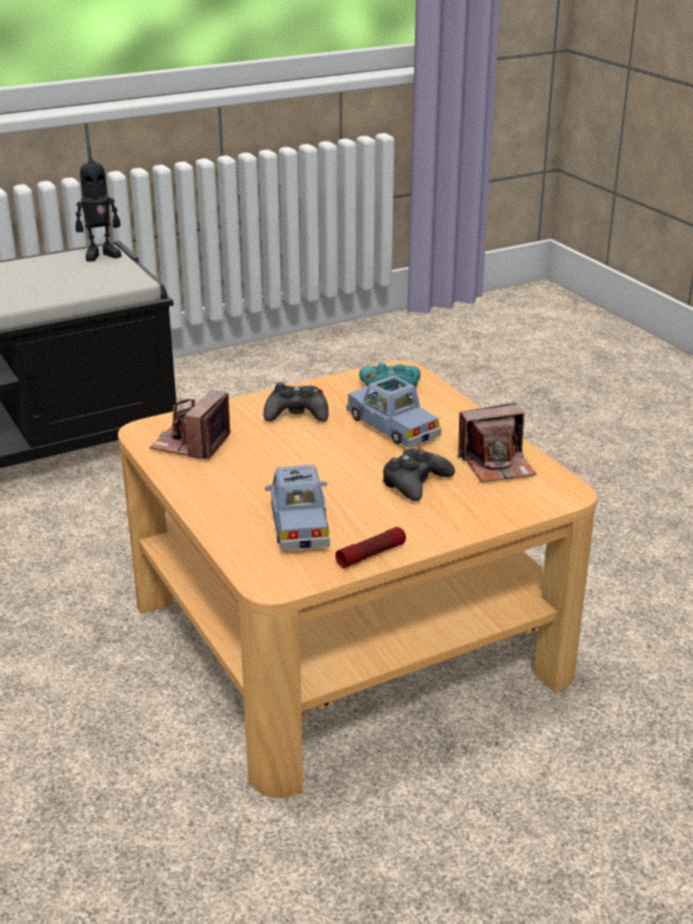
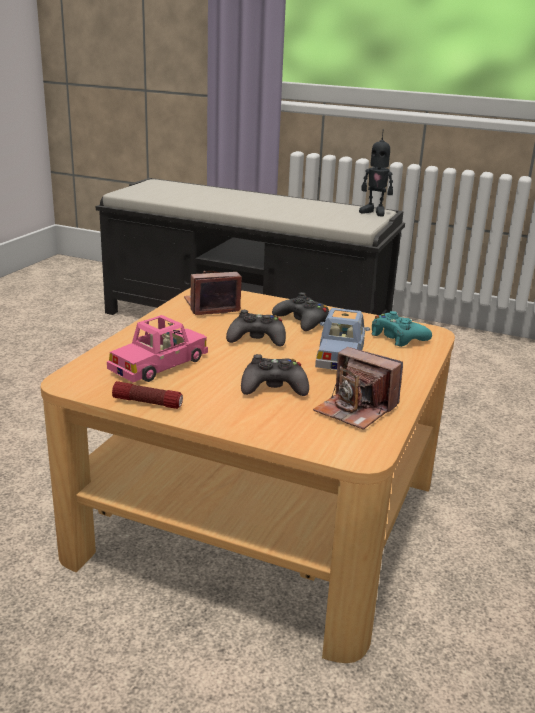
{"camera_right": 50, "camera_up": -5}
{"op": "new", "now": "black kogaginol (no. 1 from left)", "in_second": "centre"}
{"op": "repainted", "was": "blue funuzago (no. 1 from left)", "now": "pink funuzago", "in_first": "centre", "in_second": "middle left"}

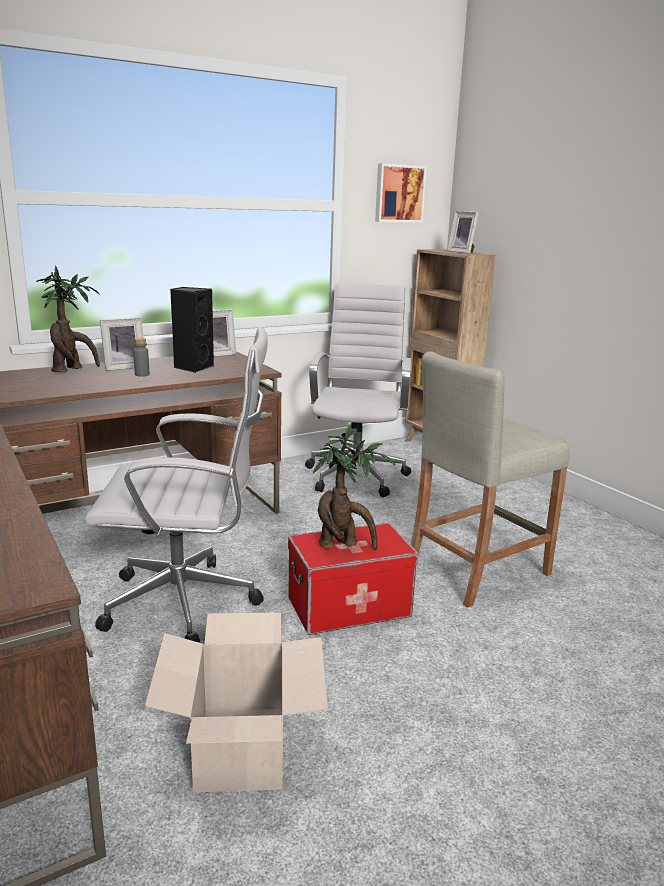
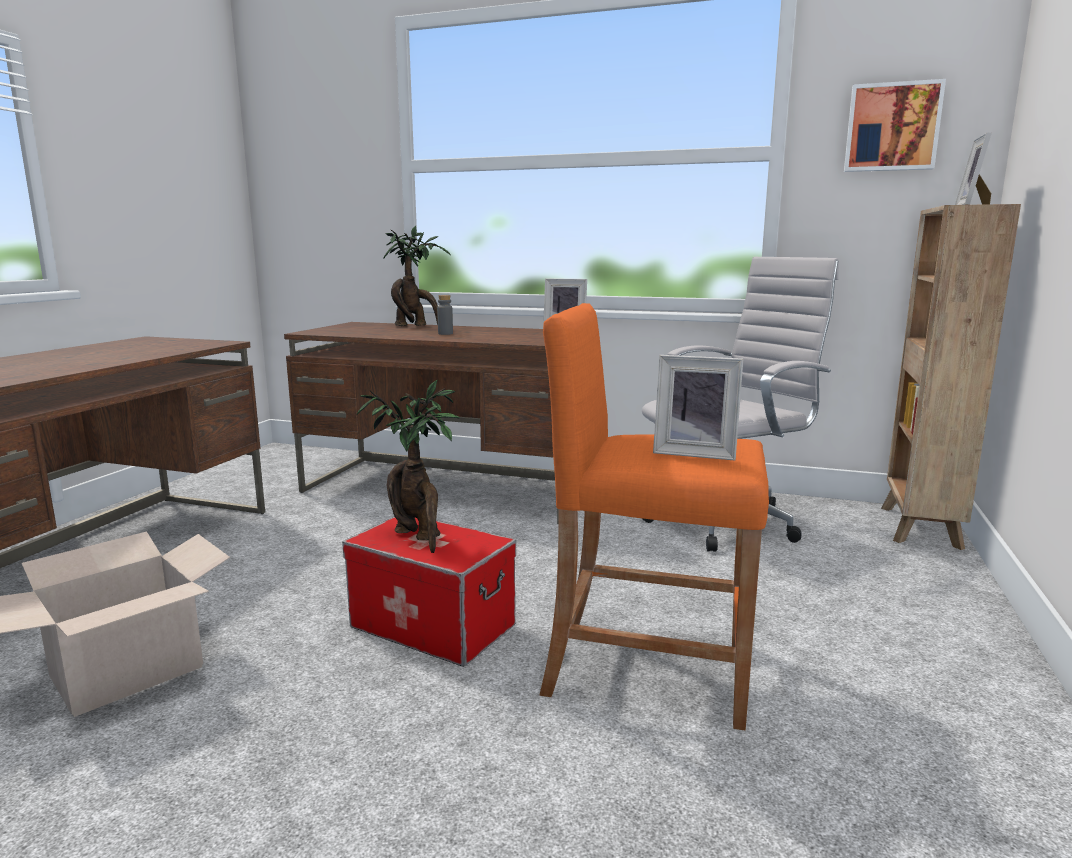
{"camera_right": 50, "camera_up": -5}
{"op": "gone", "was": "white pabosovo (no. 1 from left)", "in_first": "middle left"}
{"op": "gone", "was": "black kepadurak", "in_first": "middle left"}
{"op": "shifted", "was": "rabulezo (no. 1 from left in the first image)", "now": "rabulezo (no. 2 from left)", "in_first": "middle left", "in_second": "centre"}
{"op": "repainted", "was": "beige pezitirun", "now": "orange pezitirun", "in_first": "middle right", "in_second": "centre"}

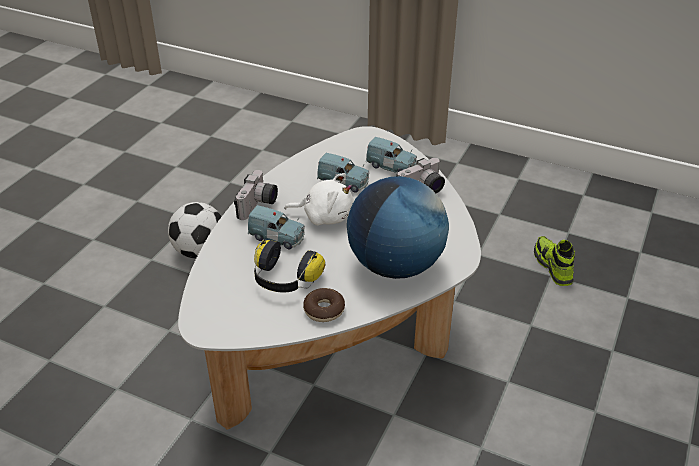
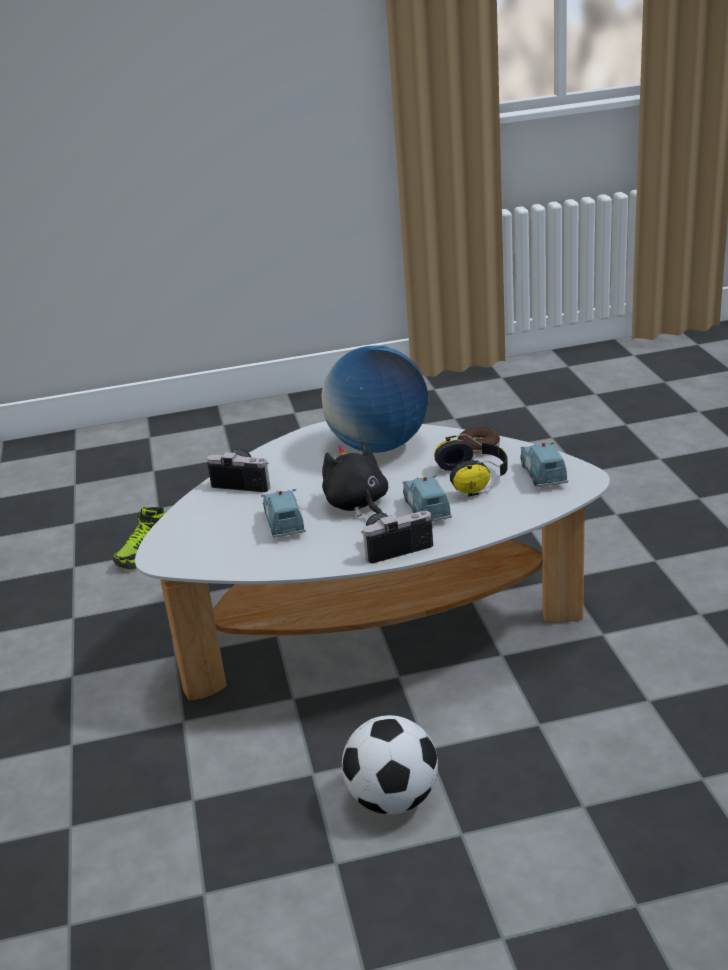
{"camera_right": -125, "camera_up": -10}
{"op": "shifted", "was": "blue funuzago (no. 3 from left)", "in_first": "top centre", "in_second": "middle right"}
{"op": "repainted", "was": "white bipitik", "now": "black bipitik", "in_first": "centre", "in_second": "centre"}

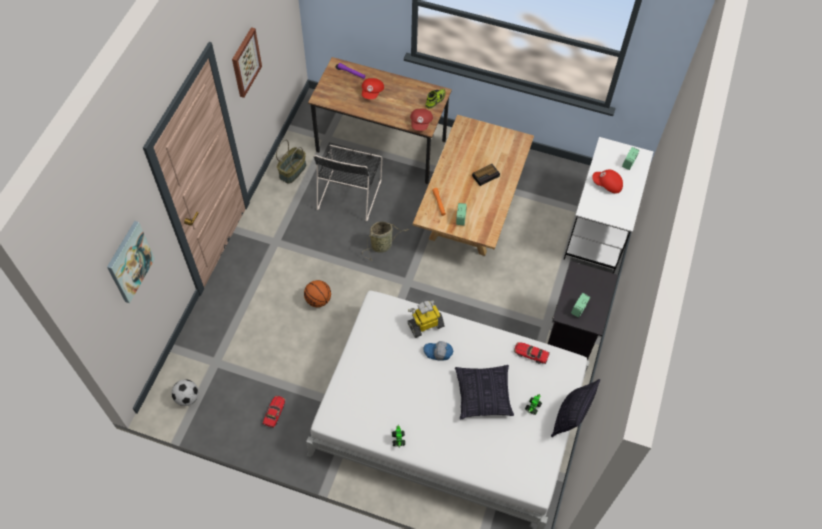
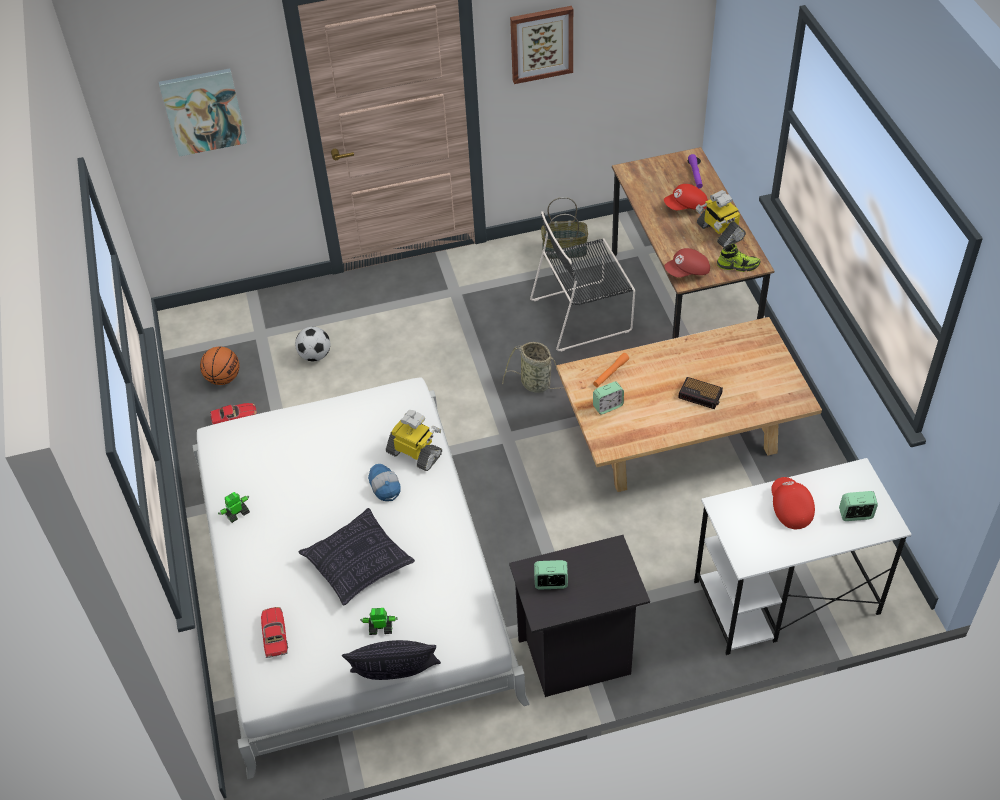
{"camera_right": 60, "camera_up": -10}
{"op": "new", "now": "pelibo (no. 4 from left)", "in_second": "top right"}
{"op": "shifted", "was": "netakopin", "in_first": "bottom left", "in_second": "middle left"}
{"op": "shifted", "was": "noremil", "in_first": "centre", "in_second": "middle left"}
{"op": "shifted", "was": "funuzago (no. 2 from left)", "in_first": "bottom centre", "in_second": "bottom left"}

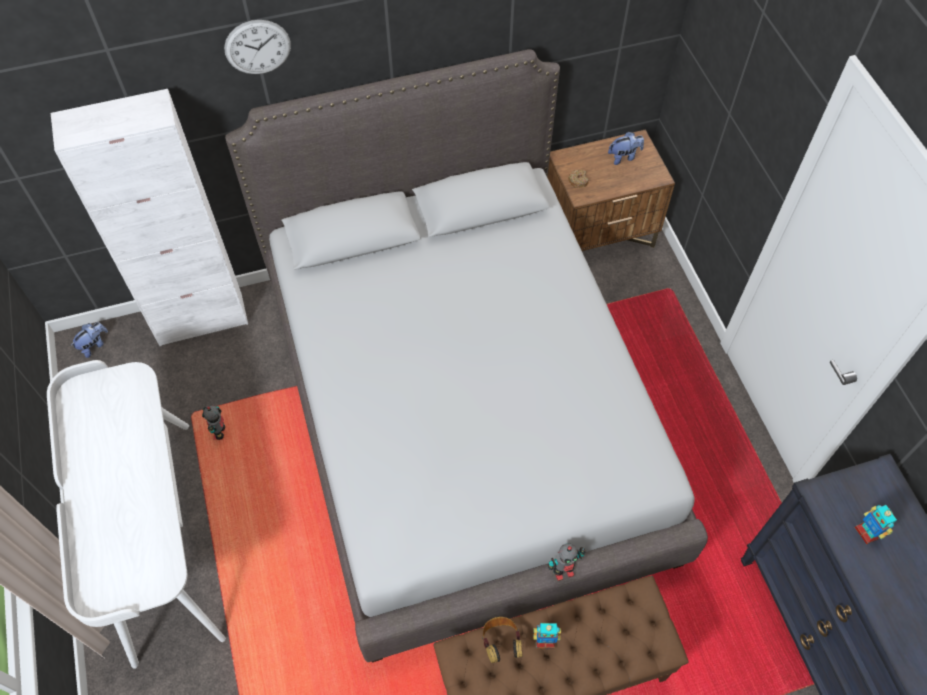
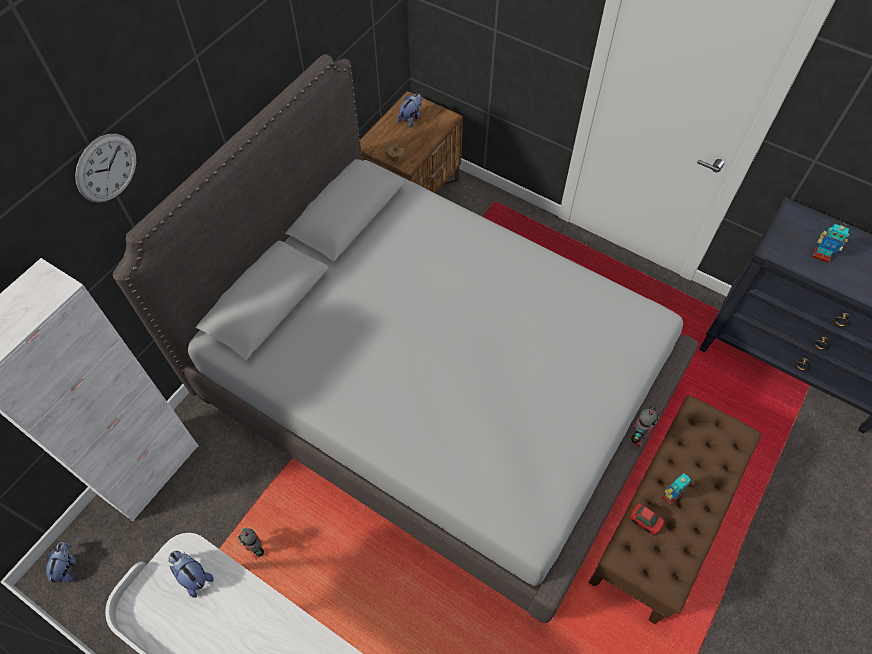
{"camera_right": -40, "camera_up": 0}
{"op": "new", "now": "bipitik (no. 2 from left)", "in_second": "bottom left"}
{"op": "swapped", "was": "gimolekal", "now": "funuzago", "in_first": "bottom centre", "in_second": "bottom right"}

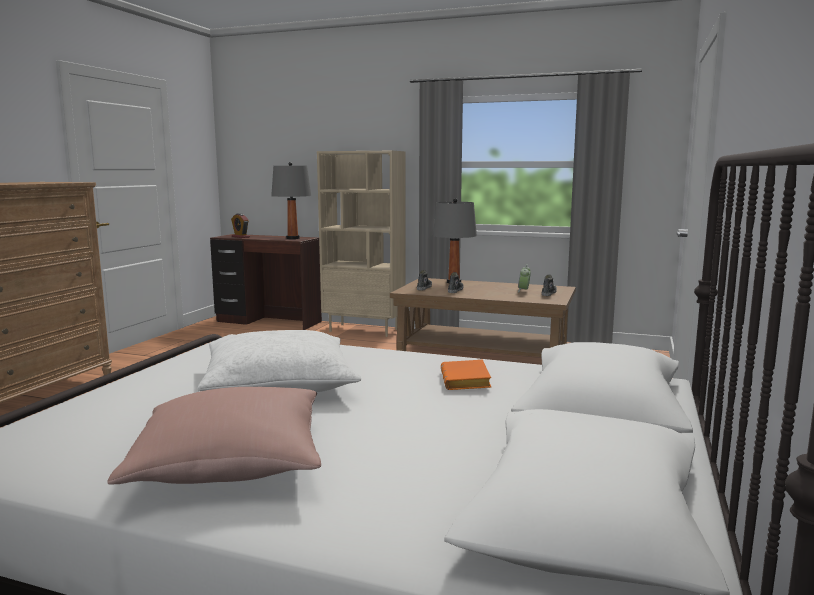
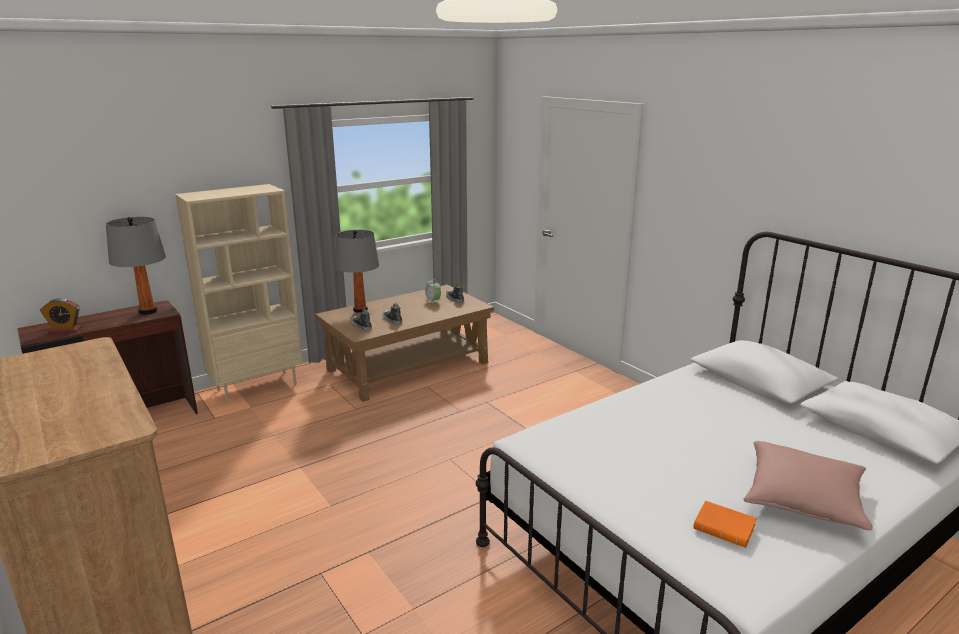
{"camera_right": -55, "camera_up": 10}
{"op": "gone", "was": "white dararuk", "in_first": "centre"}
{"op": "shifted", "was": "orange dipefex", "in_first": "centre", "in_second": "bottom right"}

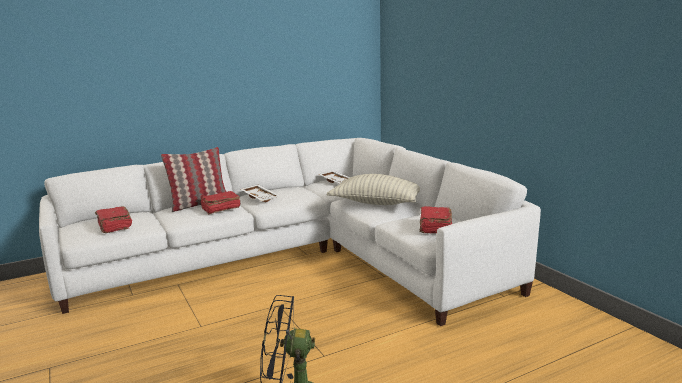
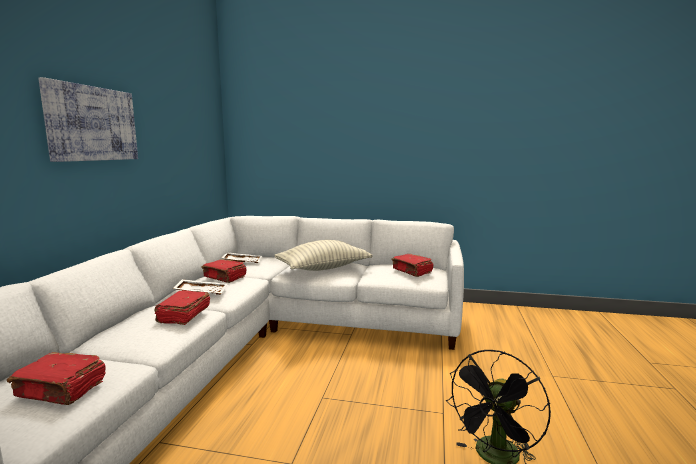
{"camera_right": -50, "camera_up": -5}
{"op": "gone", "was": "dararuk (no. 1 from left)", "in_first": "middle left"}
{"op": "new", "now": "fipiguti", "in_second": "top left"}
{"op": "new", "now": "red dipefex (no. 3 from left)", "in_second": "middle left"}

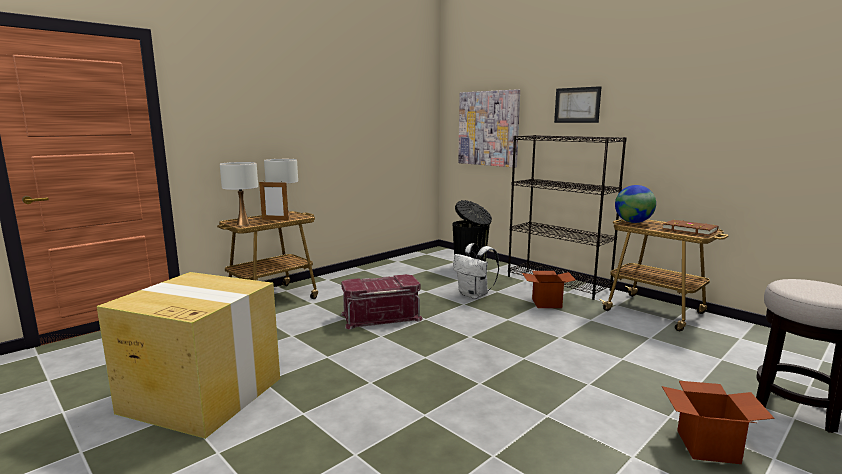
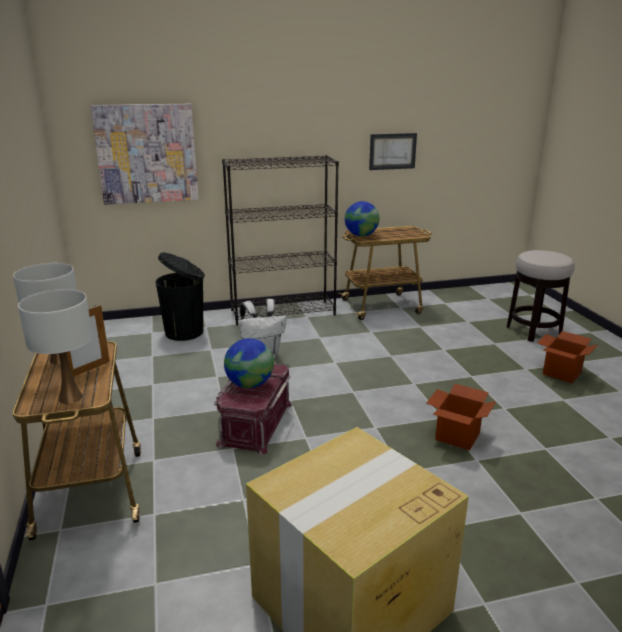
{"camera_right": -60, "camera_up": 10}
{"op": "gone", "was": "brown dipefex", "in_first": "middle right"}
{"op": "new", "now": "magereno (no. 1 from left)", "in_second": "centre"}
{"op": "shifted", "was": "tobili (no. 2 from left)", "in_first": "centre", "in_second": "middle right"}
{"op": "shifted", "was": "fipiguti (no. 2 from left)", "in_first": "top right", "in_second": "top centre"}

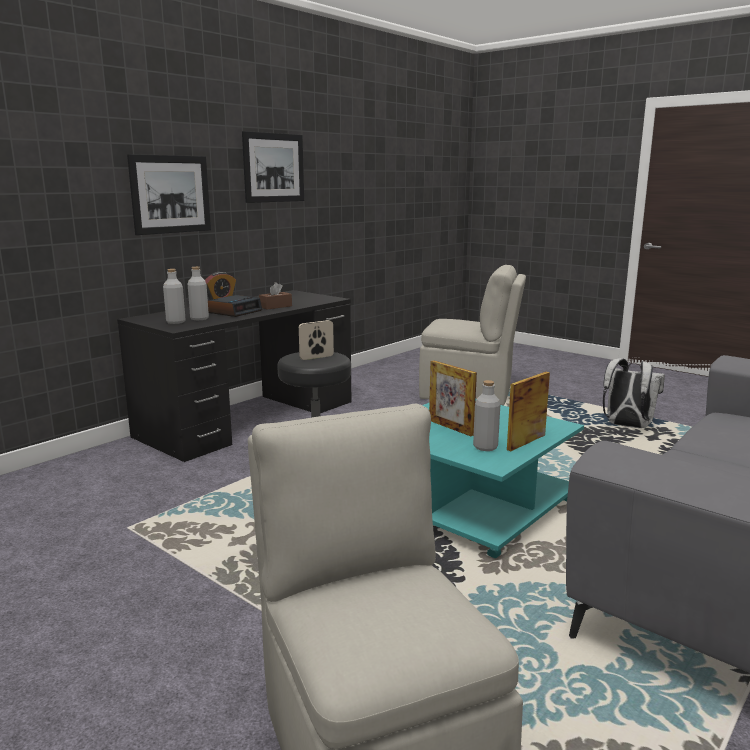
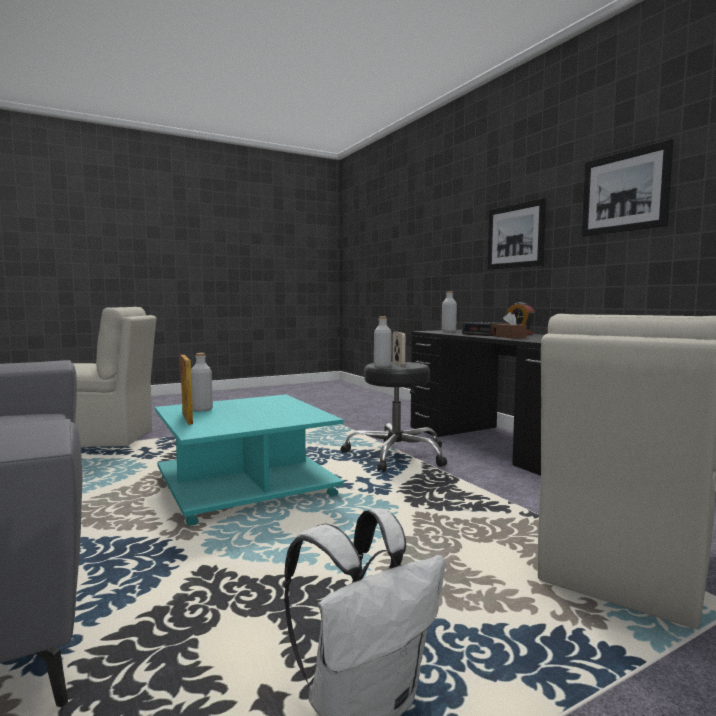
{"camera_right": 110, "camera_up": -10}
{"op": "gone", "was": "rabulezo (no. 2 from left)", "in_first": "centre"}
{"op": "shifted", "was": "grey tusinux (no. 2 from left)", "in_first": "middle left", "in_second": "centre"}

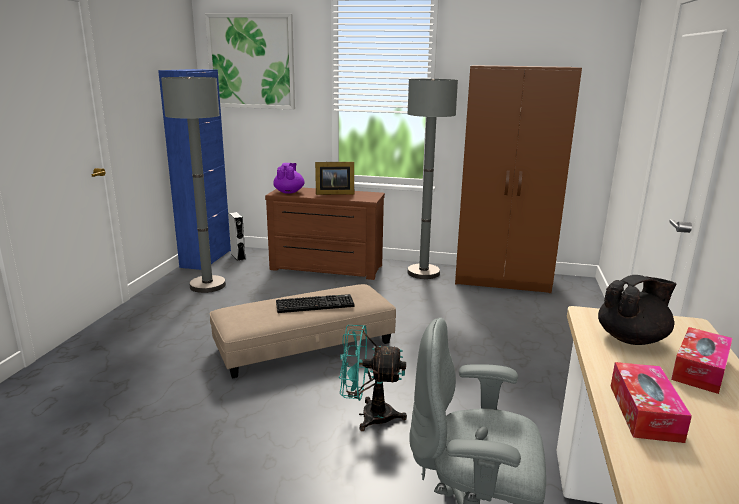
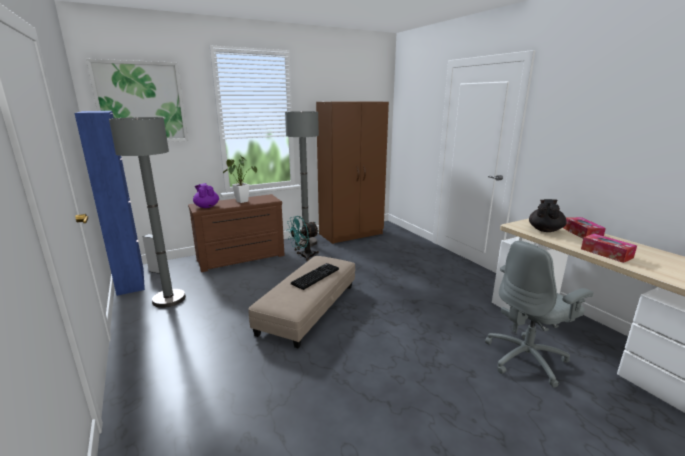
{"camera_right": -40, "camera_up": 0}
{"op": "shifted", "was": "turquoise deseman", "in_first": "bottom centre", "in_second": "centre"}
{"op": "swapped", "was": "rabulezo", "now": "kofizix", "in_first": "centre", "in_second": "centre"}

